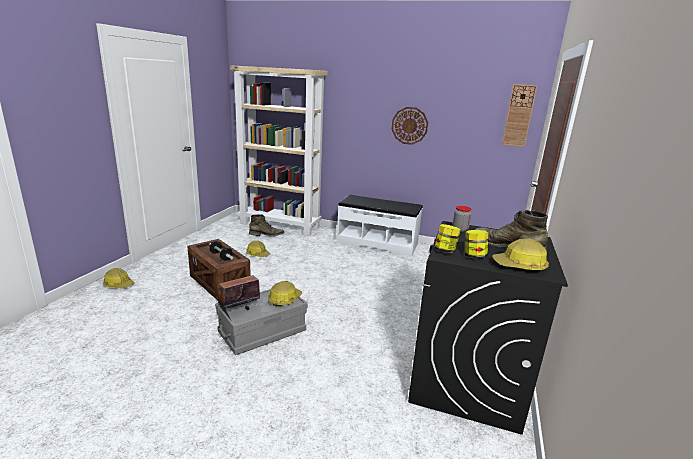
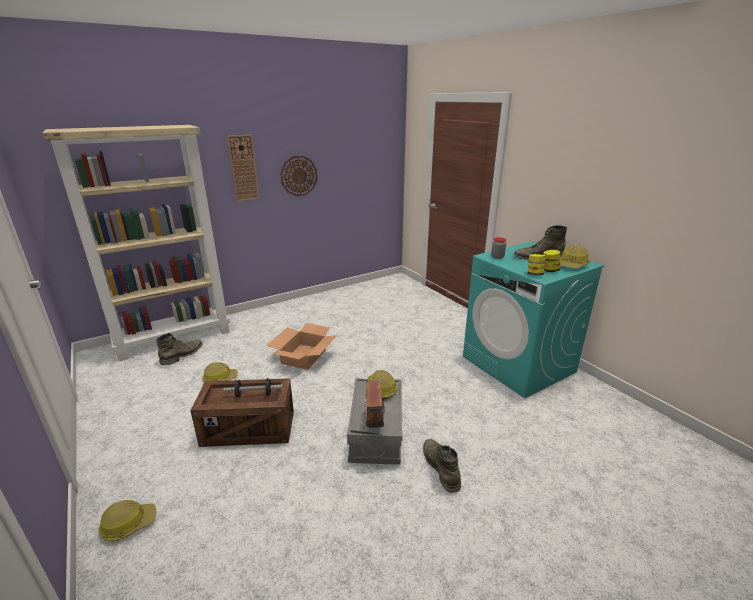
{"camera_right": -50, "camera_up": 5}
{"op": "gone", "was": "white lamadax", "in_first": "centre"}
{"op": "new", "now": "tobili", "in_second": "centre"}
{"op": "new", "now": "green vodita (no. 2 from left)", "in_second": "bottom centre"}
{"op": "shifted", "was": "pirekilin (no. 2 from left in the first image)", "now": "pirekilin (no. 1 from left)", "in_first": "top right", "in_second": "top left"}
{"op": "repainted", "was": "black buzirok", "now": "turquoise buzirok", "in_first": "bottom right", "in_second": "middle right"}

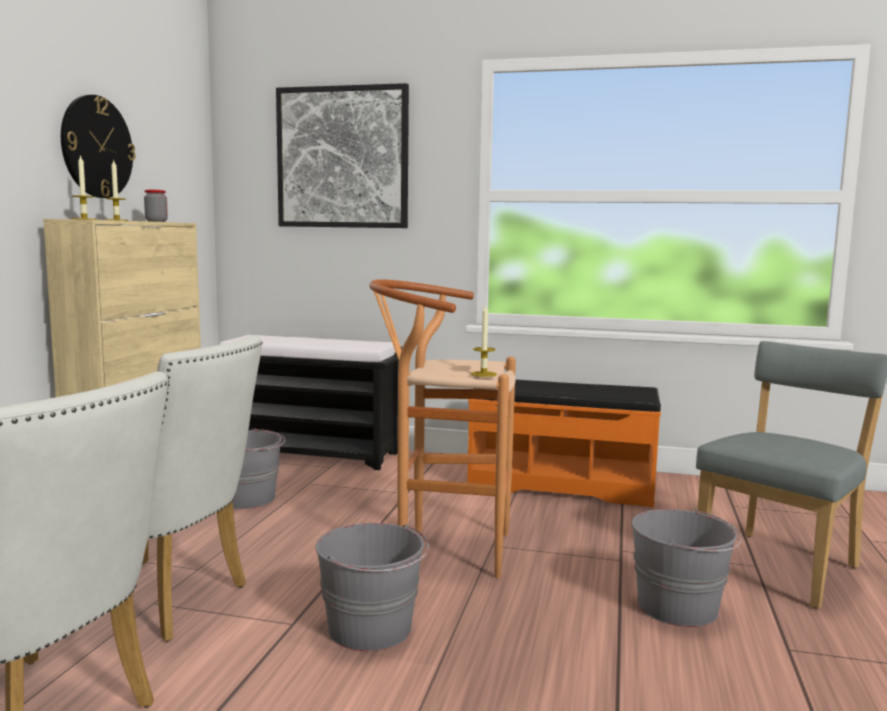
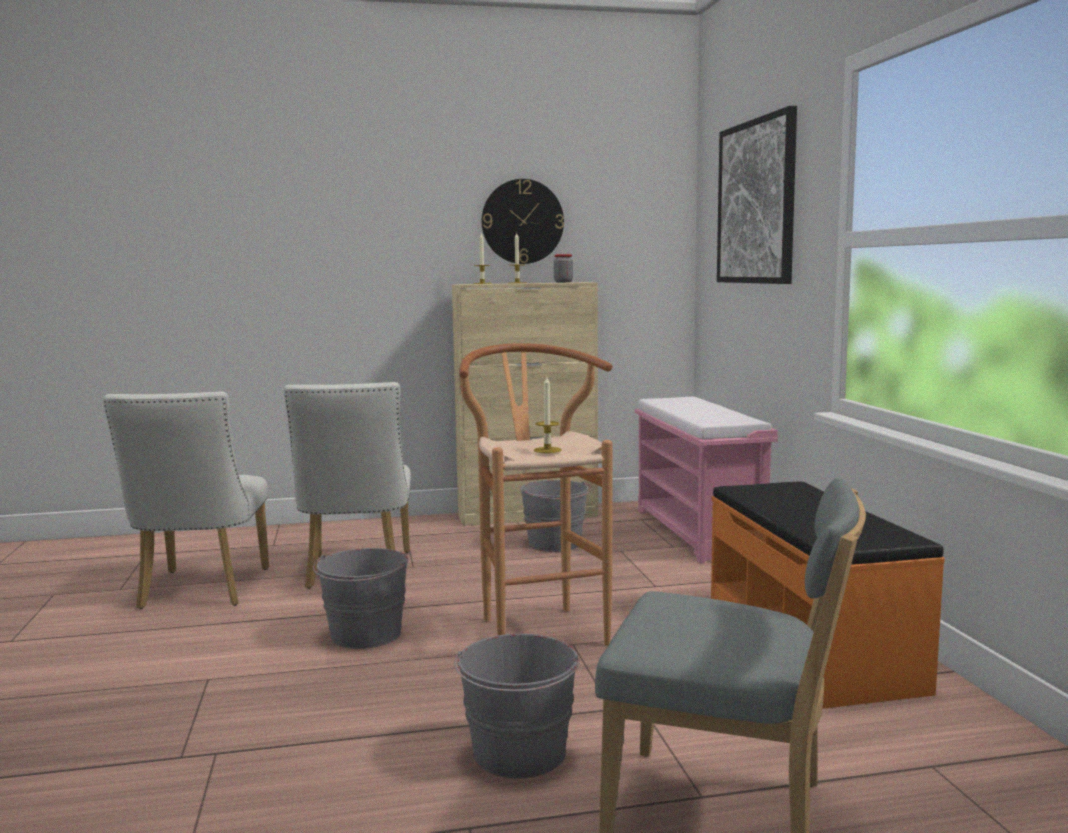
{"camera_right": 65, "camera_up": 0}
{"op": "repainted", "was": "black lamadax", "now": "pink lamadax", "in_first": "centre", "in_second": "centre"}

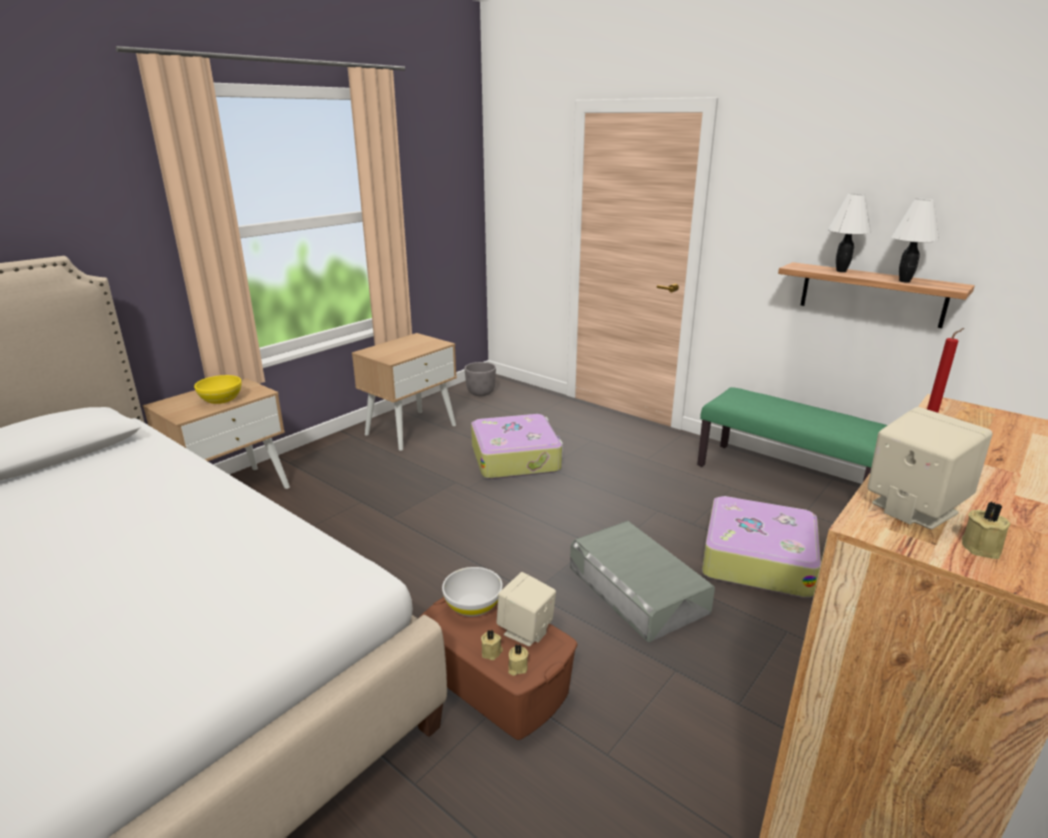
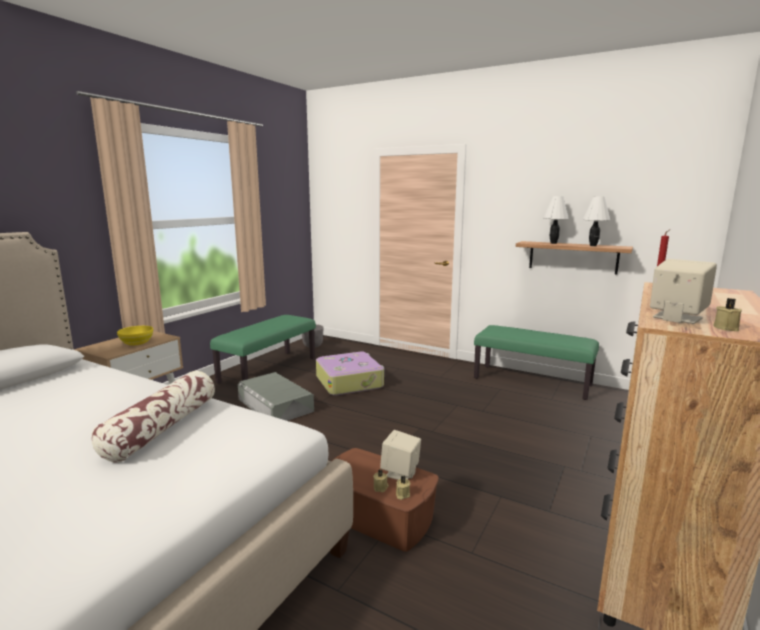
{"camera_right": -10, "camera_up": -10}
{"op": "gone", "was": "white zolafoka", "in_first": "bottom centre"}
{"op": "gone", "was": "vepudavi (no. 2 from left)", "in_first": "middle right"}
{"op": "new", "now": "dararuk", "in_second": "middle left"}
{"op": "shifted", "was": "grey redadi", "in_first": "bottom centre", "in_second": "centre"}
{"op": "swapped", "was": "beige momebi (no. 2 from left)", "now": "green lamadax (no. 1 from left)", "in_first": "centre", "in_second": "centre"}

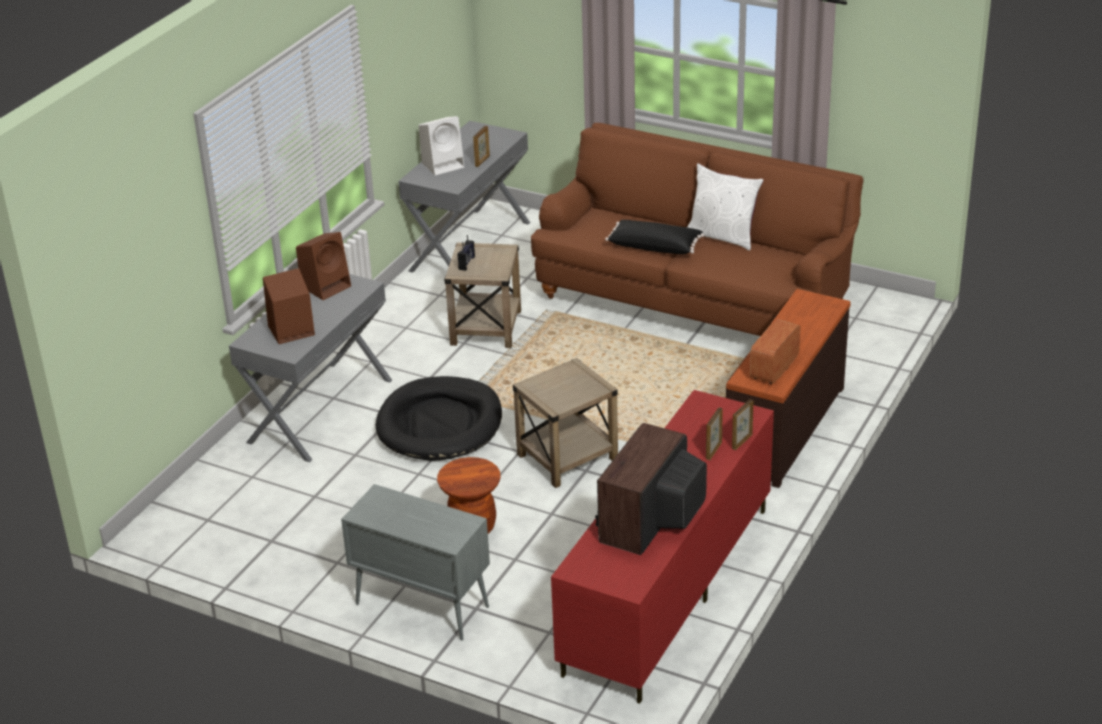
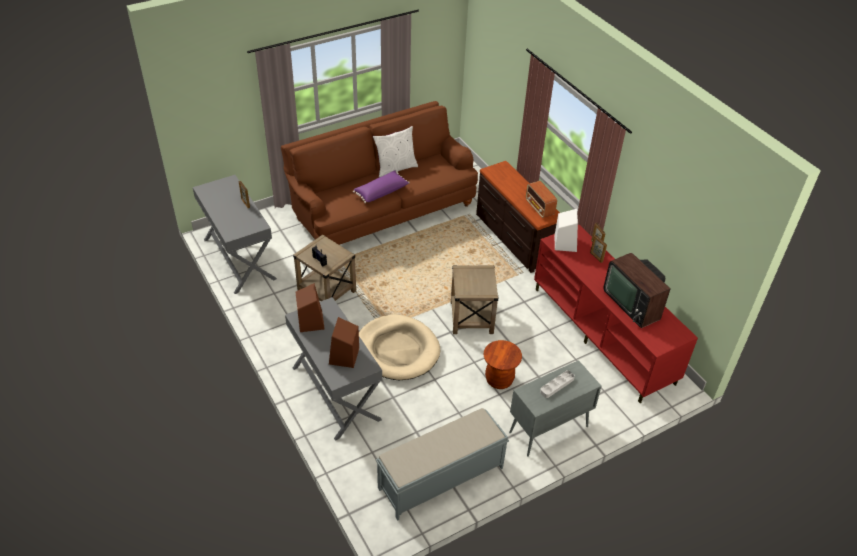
{"camera_right": -60, "camera_up": 10}
{"op": "new", "now": "grey lamadax", "in_second": "bottom centre"}
{"op": "new", "now": "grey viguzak", "in_second": "bottom centre"}
{"op": "shifted", "was": "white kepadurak", "in_first": "top centre", "in_second": "centre"}
{"op": "repainted", "was": "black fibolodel", "now": "beige fibolodel", "in_first": "centre", "in_second": "centre"}
{"op": "repainted", "was": "black dararuk", "now": "purple dararuk", "in_first": "top centre", "in_second": "centre"}

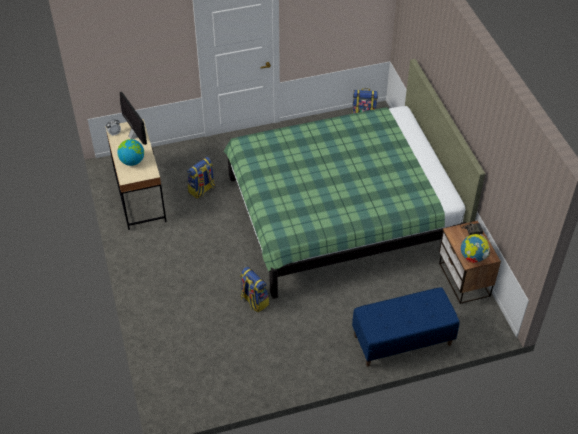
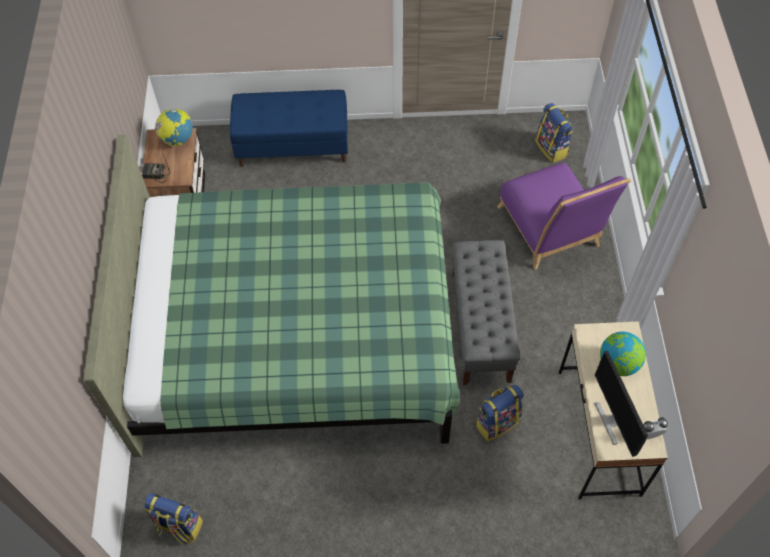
{"camera_right": -165, "camera_up": 10}
{"op": "new", "now": "grey lamadax", "in_second": "centre"}
{"op": "new", "now": "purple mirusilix", "in_second": "middle right"}
{"op": "shifted", "was": "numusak (no. 2 from left in the first image)", "now": "numusak (no. 3 from left)", "in_first": "centre", "in_second": "top right"}

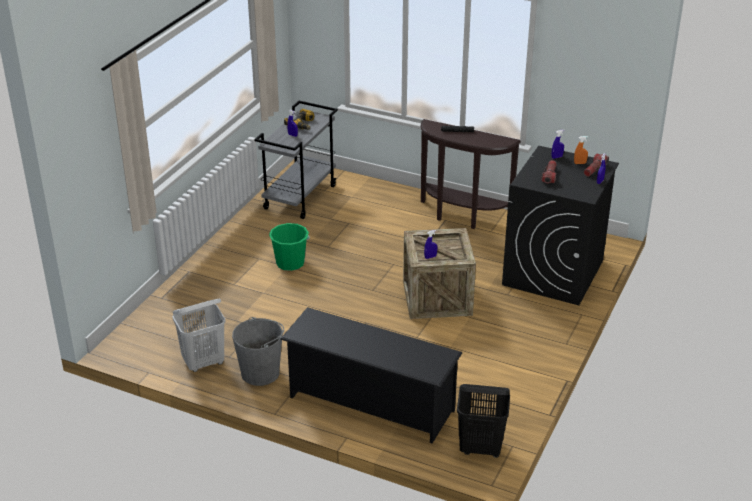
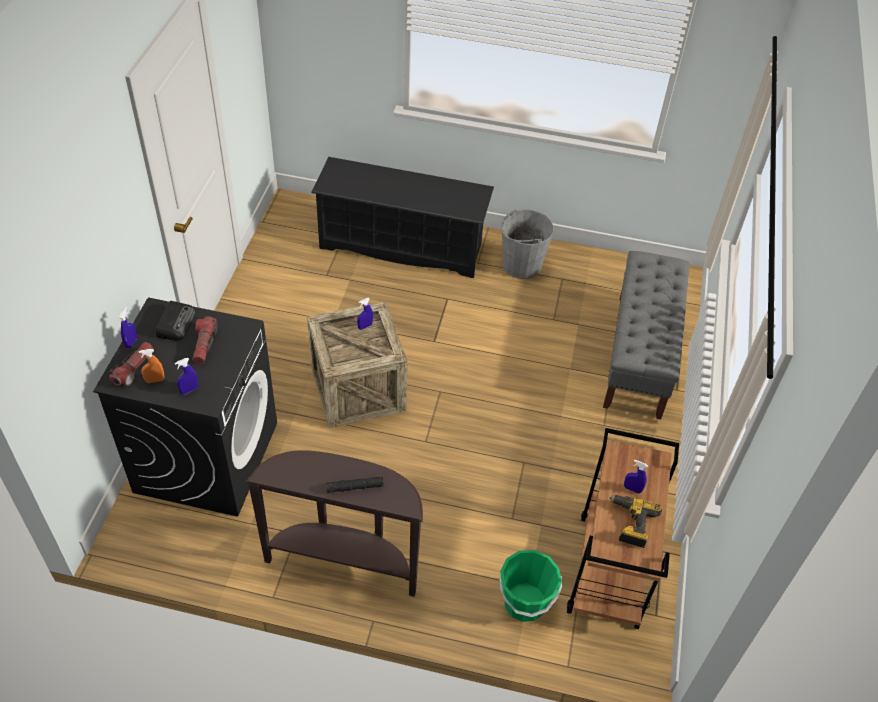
{"camera_right": 165, "camera_up": 15}
{"op": "gone", "was": "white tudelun", "in_first": "bottom left"}
{"op": "gone", "was": "black tudelun", "in_first": "bottom centre"}
{"op": "new", "now": "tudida", "in_second": "middle left"}
{"op": "new", "now": "grey lamadax", "in_second": "middle right"}
{"op": "shifted", "was": "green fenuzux", "in_first": "centre", "in_second": "bottom centre"}
{"op": "repainted", "was": "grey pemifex", "now": "brown pemifex", "in_first": "top centre", "in_second": "bottom right"}

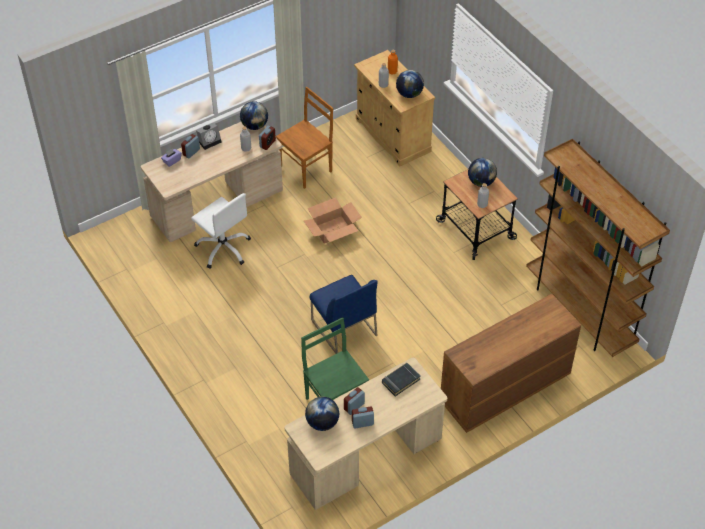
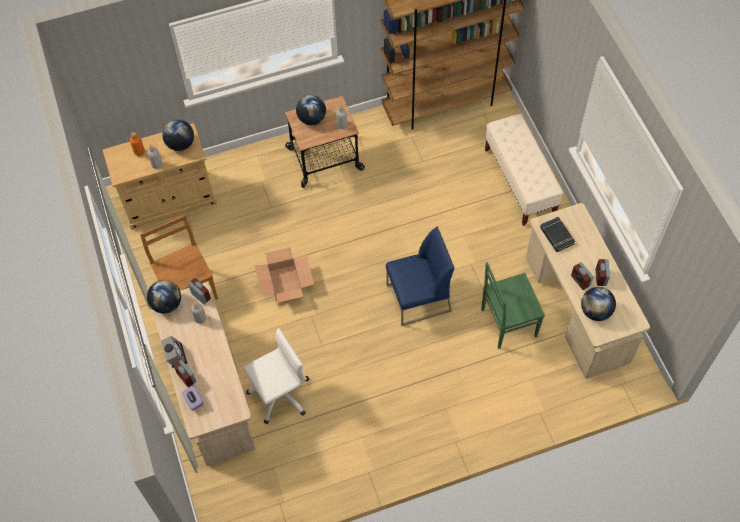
{"camera_right": -75, "camera_up": 10}
{"op": "swapped", "was": "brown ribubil", "now": "beige lamadax", "in_first": "bottom right", "in_second": "top right"}

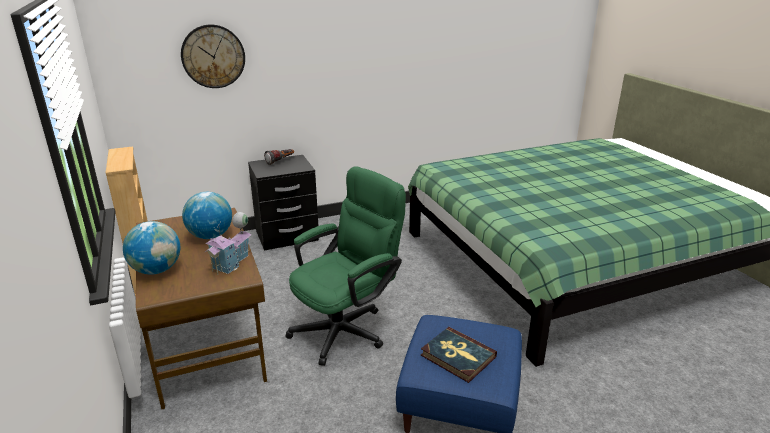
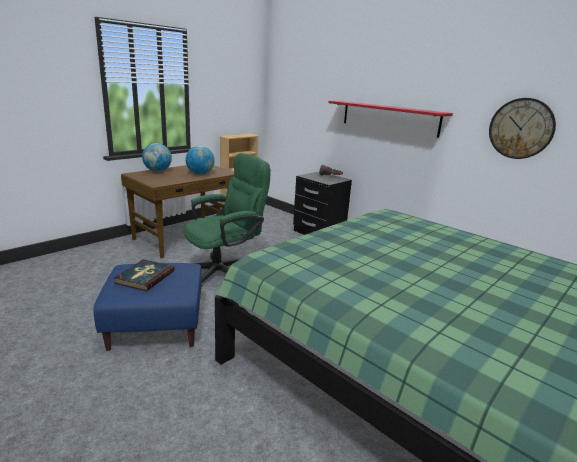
{"camera_right": 65, "camera_up": -5}
{"op": "gone", "was": "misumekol", "in_first": "middle left"}
{"op": "new", "now": "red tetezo", "in_second": "top right"}
{"op": "shifted", "was": "pirekilin", "in_first": "top left", "in_second": "top right"}
{"op": "rotated", "was": "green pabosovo", "in_first": "centre", "in_second": "centre", "clockwise": -60}

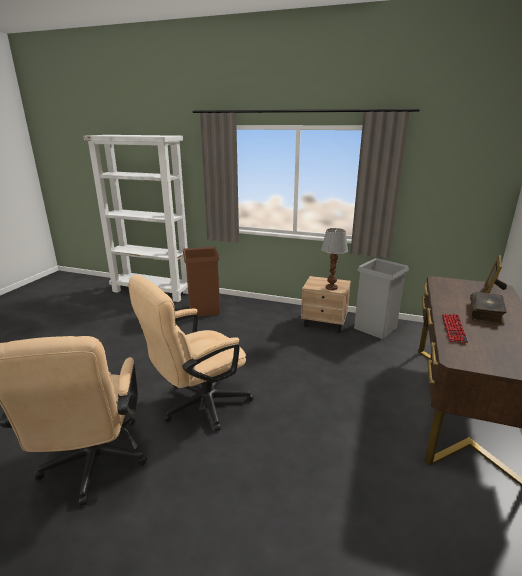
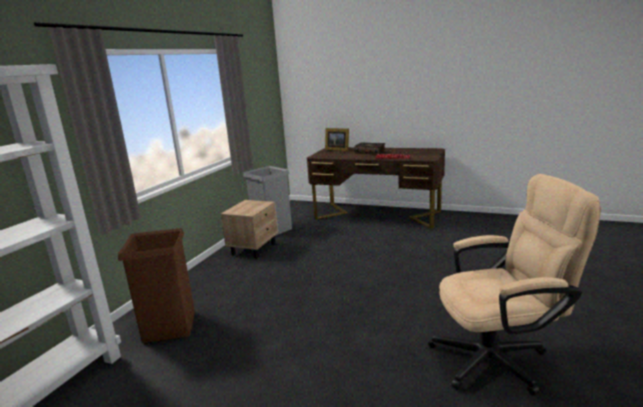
{"camera_right": -85, "camera_up": -5}
{"op": "gone", "was": "beige pabosovo (no. 2 from left)", "in_first": "centre"}
{"op": "gone", "was": "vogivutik", "in_first": "centre"}

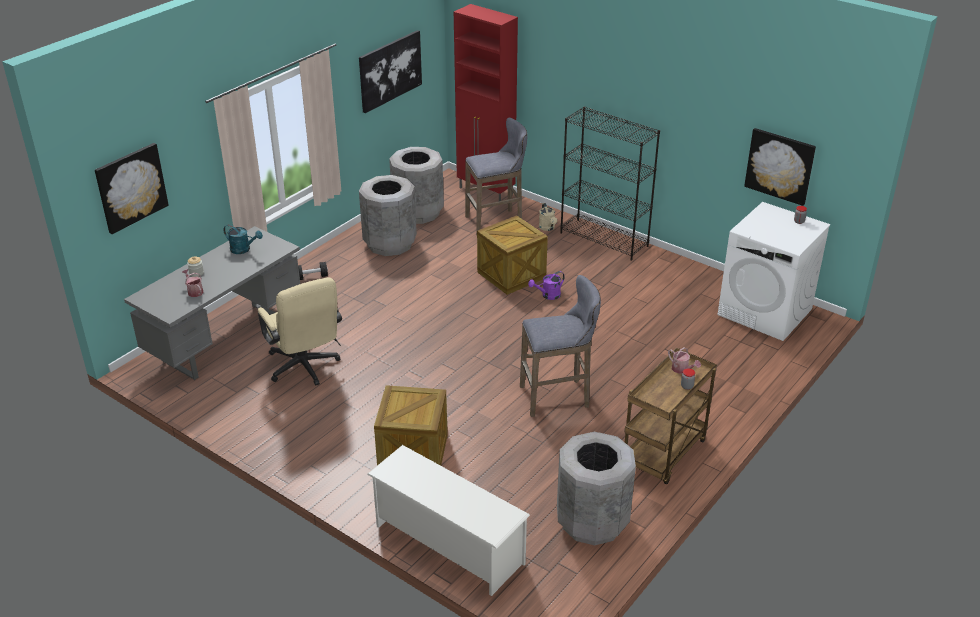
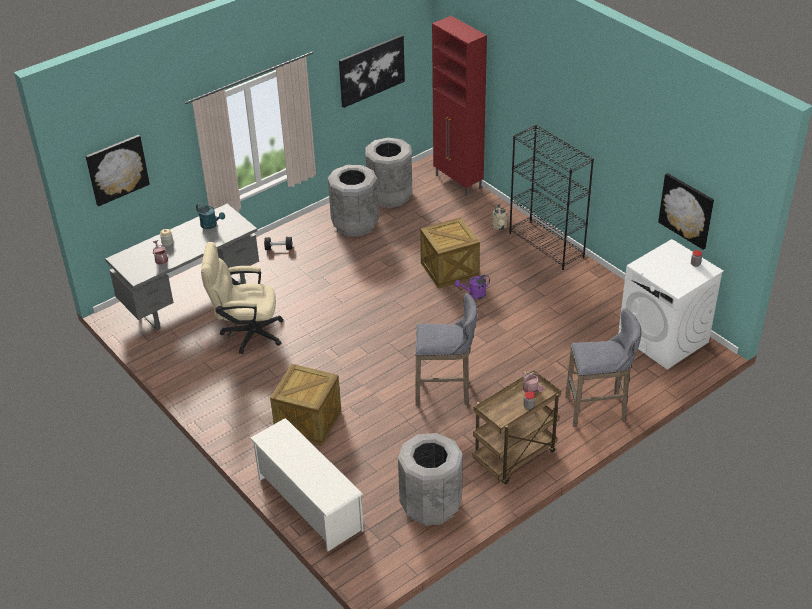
{"camera_right": 15, "camera_up": 5}
{"op": "shifted", "was": "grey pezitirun (no. 1 from left in the first image)", "now": "grey pezitirun (no. 2 from left)", "in_first": "top centre", "in_second": "middle right"}
{"op": "rotated", "was": "beige pabosovo", "in_first": "middle left", "in_second": "middle left", "clockwise": 105}

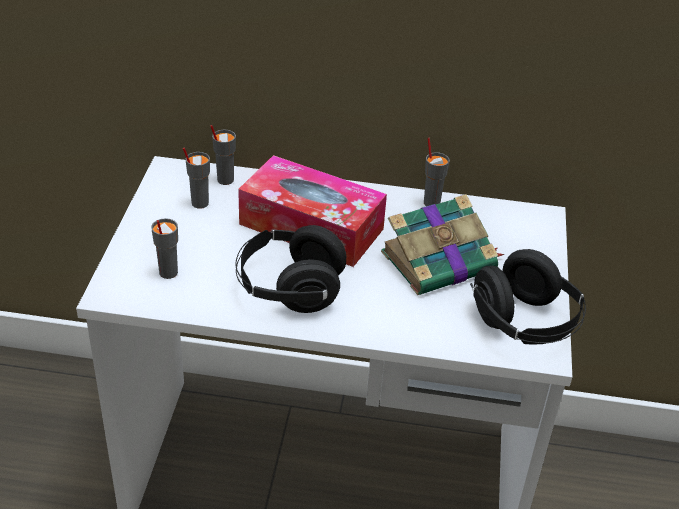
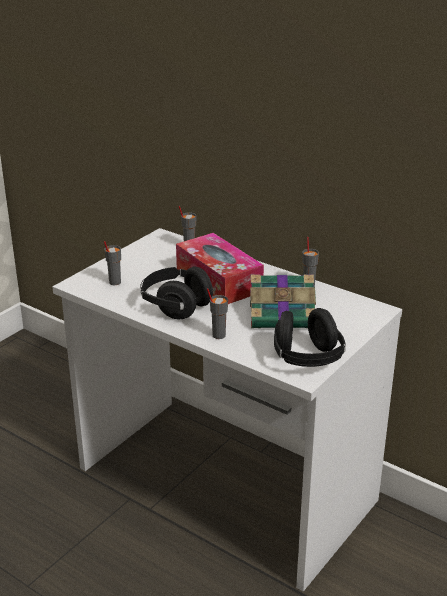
{"camera_right": 30, "camera_up": -10}
{"op": "shifted", "was": "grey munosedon (no. 2 from left in the first image)", "now": "grey munosedon (no. 3 from left)", "in_first": "middle left", "in_second": "centre"}

